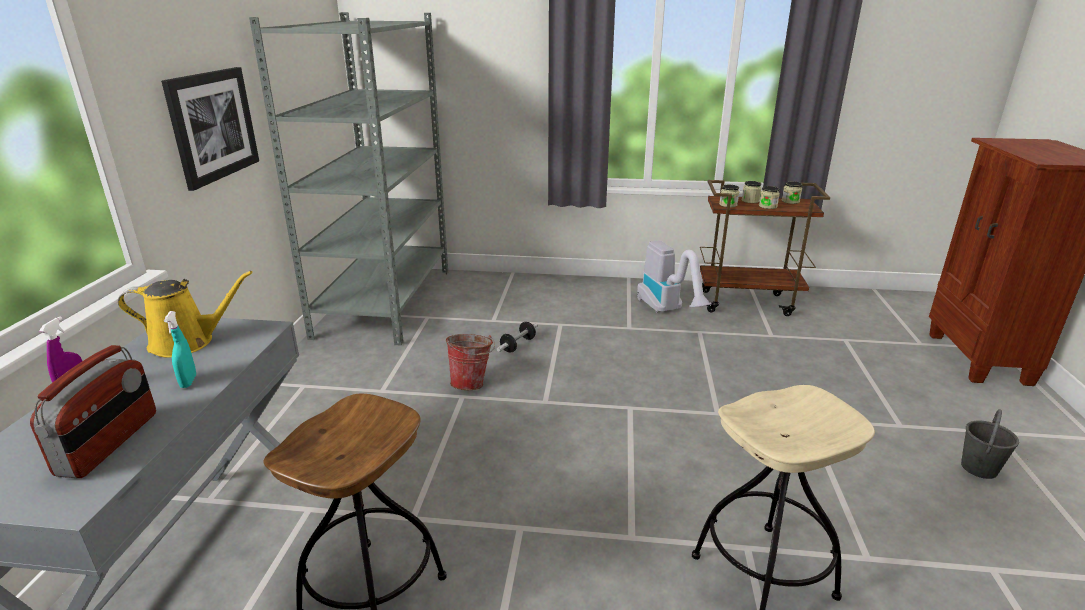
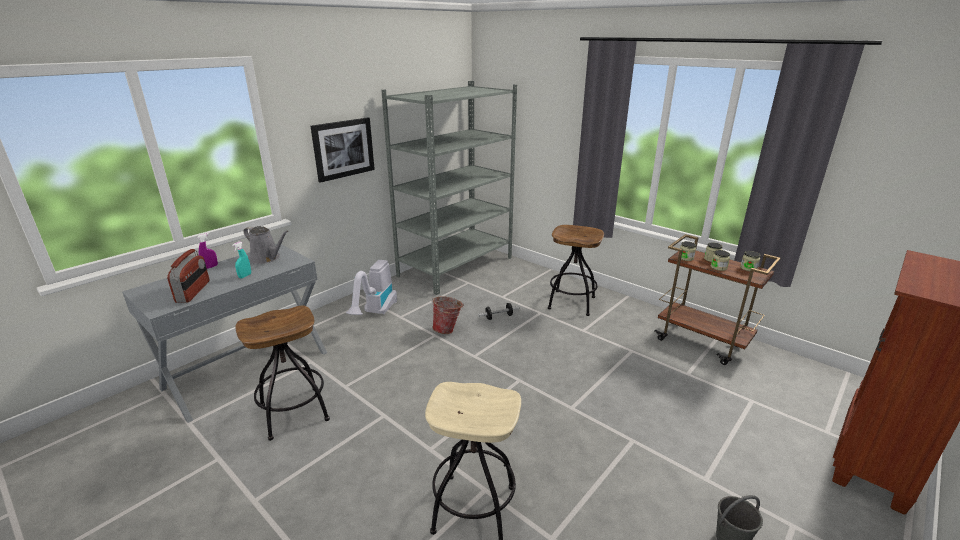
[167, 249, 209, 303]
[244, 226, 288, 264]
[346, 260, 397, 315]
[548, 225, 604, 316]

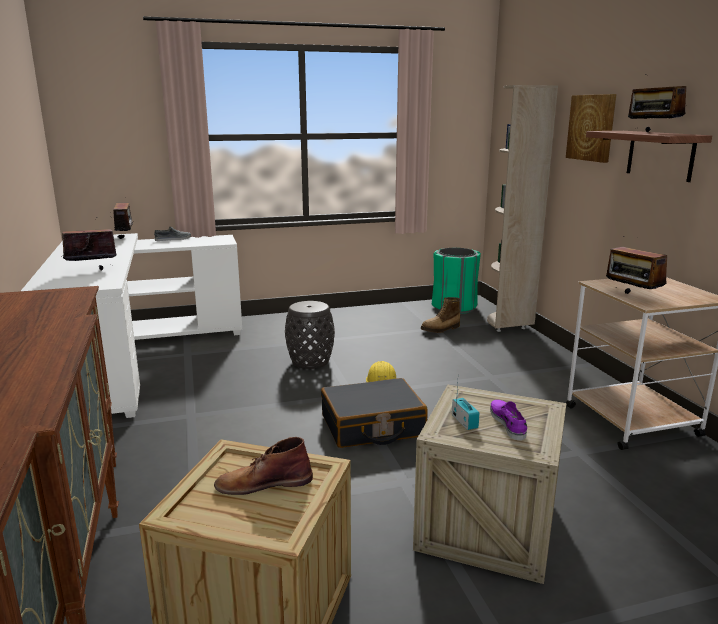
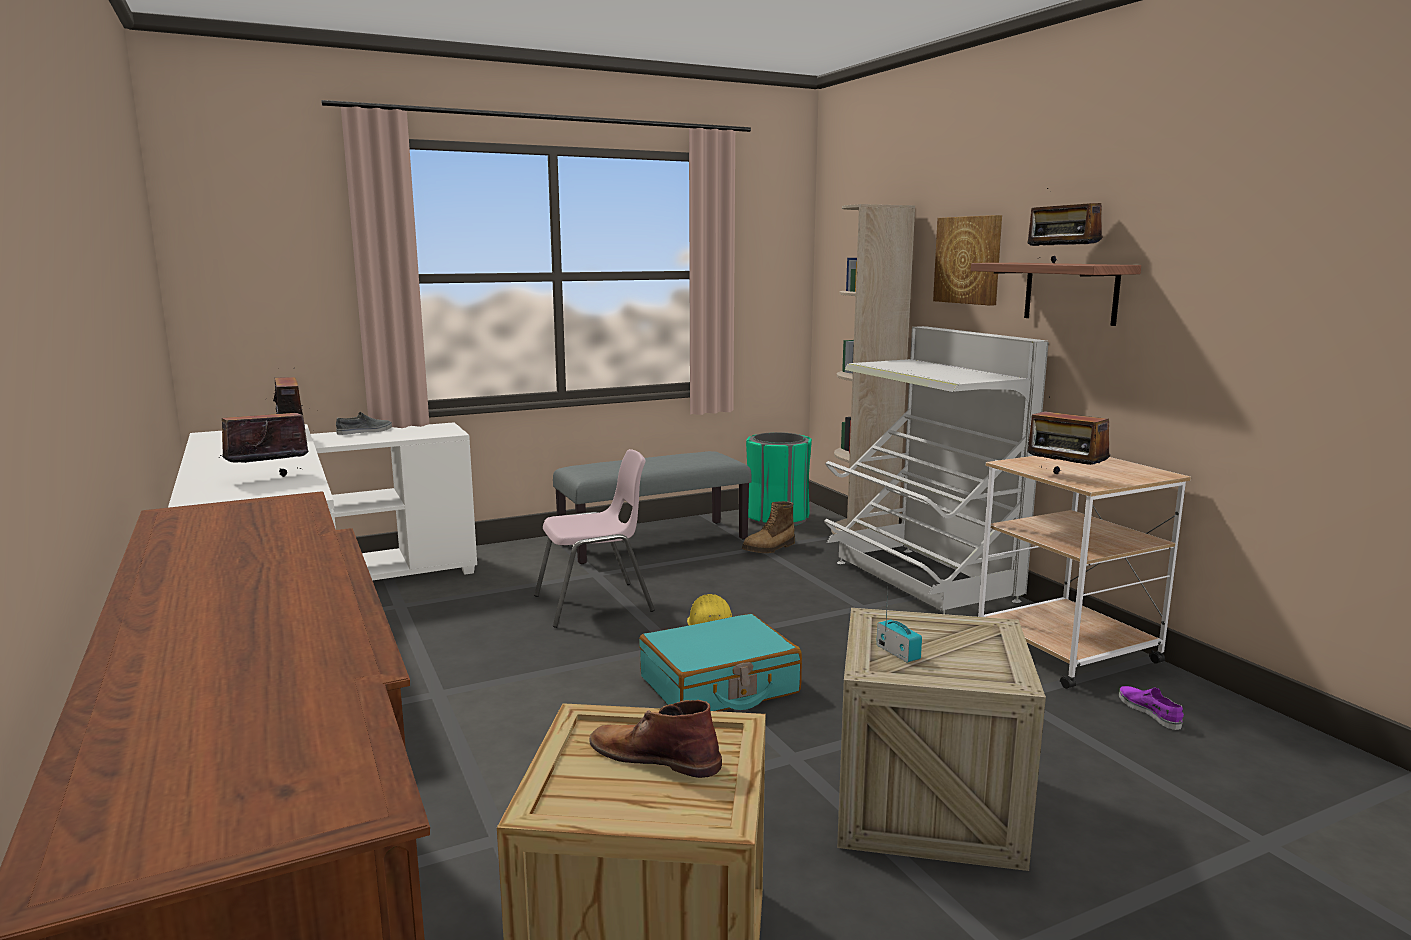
[589, 700, 722, 778]
[534, 449, 655, 628]
[639, 614, 802, 711]
[1119, 686, 1184, 730]
[553, 451, 752, 564]
[824, 326, 1049, 614]

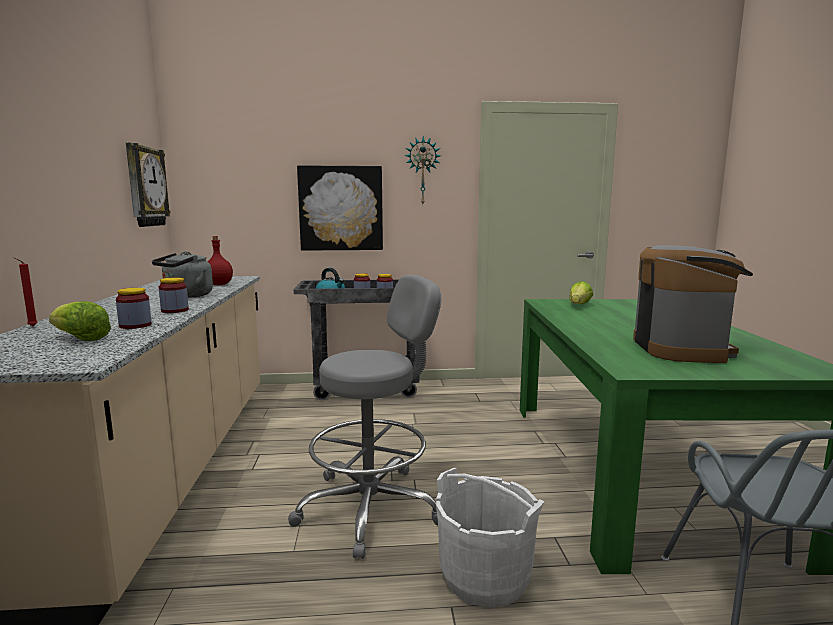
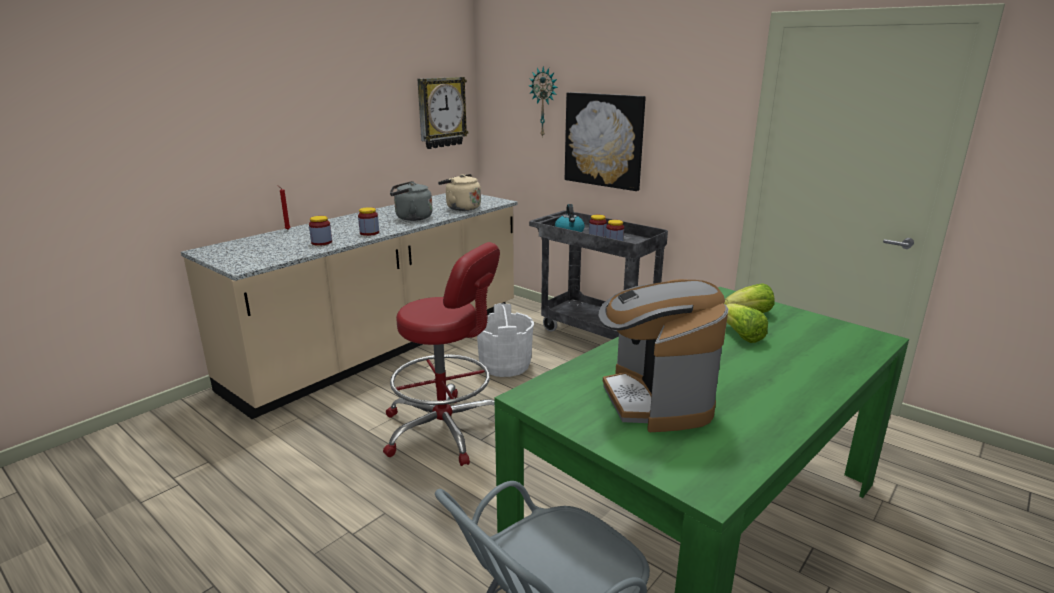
[726, 304, 768, 343]
[438, 174, 481, 211]
[383, 242, 500, 466]
[529, 66, 558, 138]
[477, 303, 534, 377]
[598, 279, 728, 432]

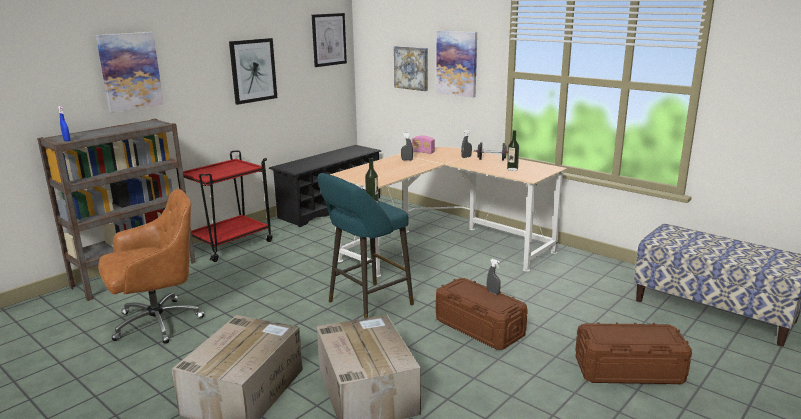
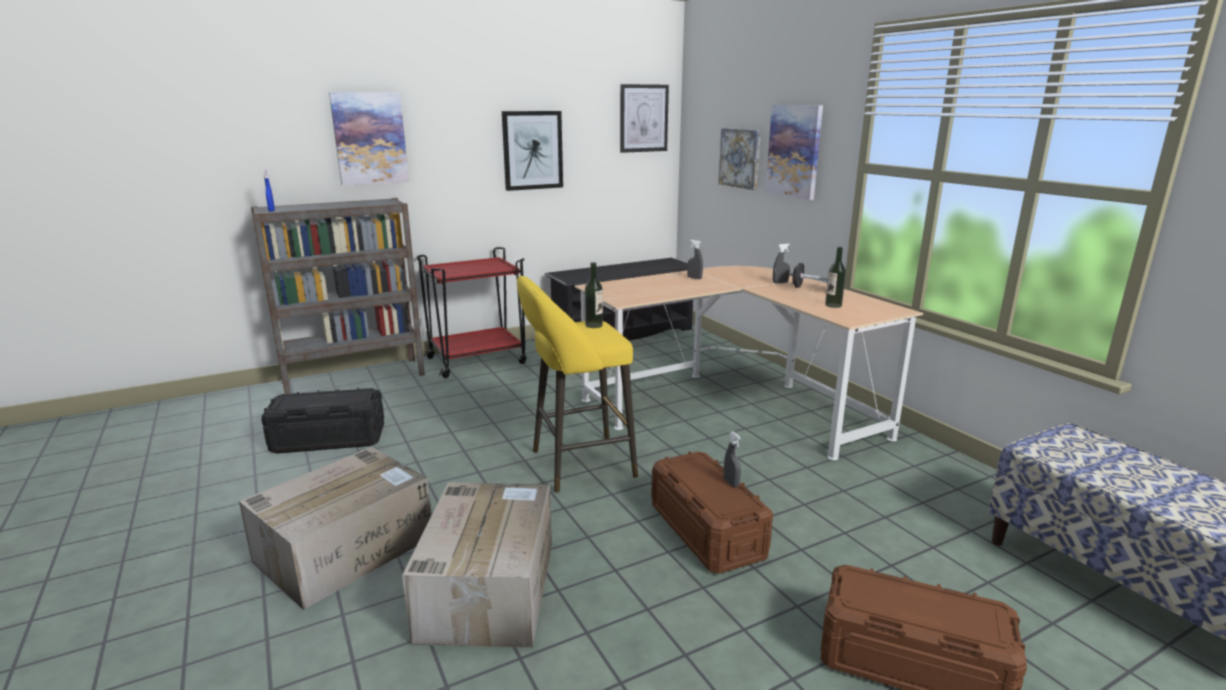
[261, 388, 384, 454]
[517, 276, 638, 493]
[412, 136, 435, 154] (first image)

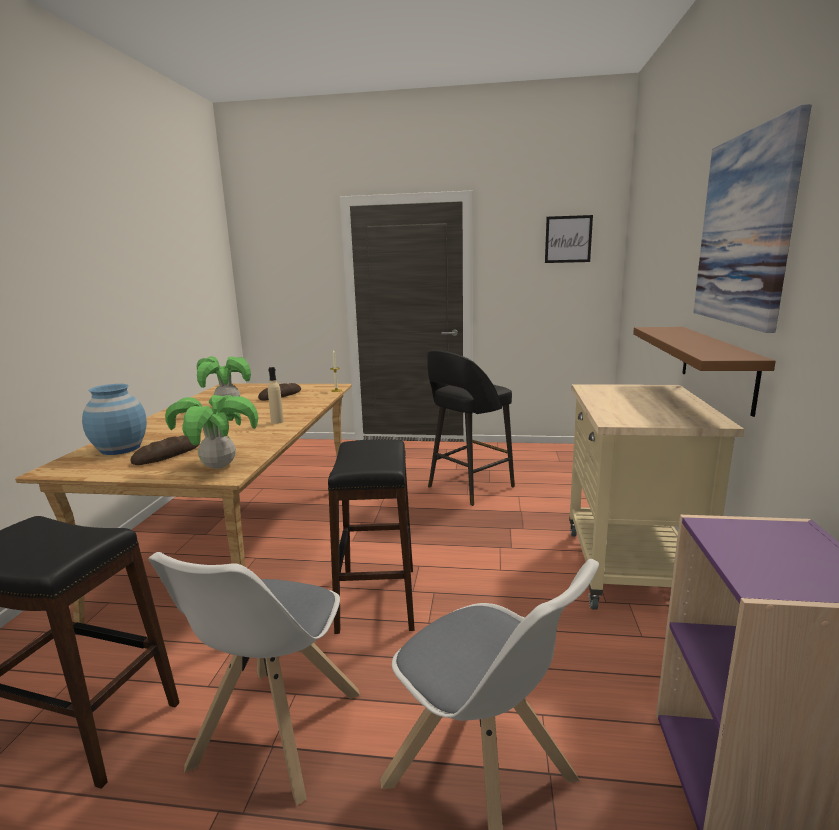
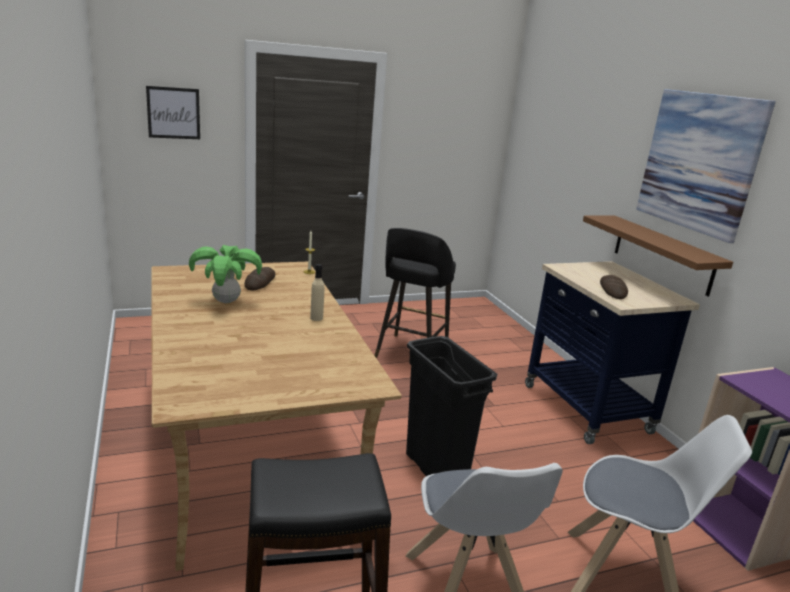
[82, 384, 147, 455] (first image)
[600, 275, 628, 299]
[165, 395, 258, 469] (first image)
[406, 336, 497, 476]
[146, 86, 200, 139]
[525, 261, 700, 444]

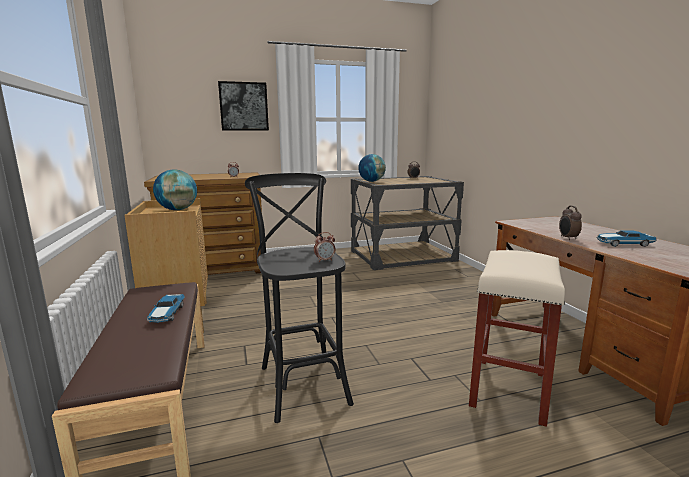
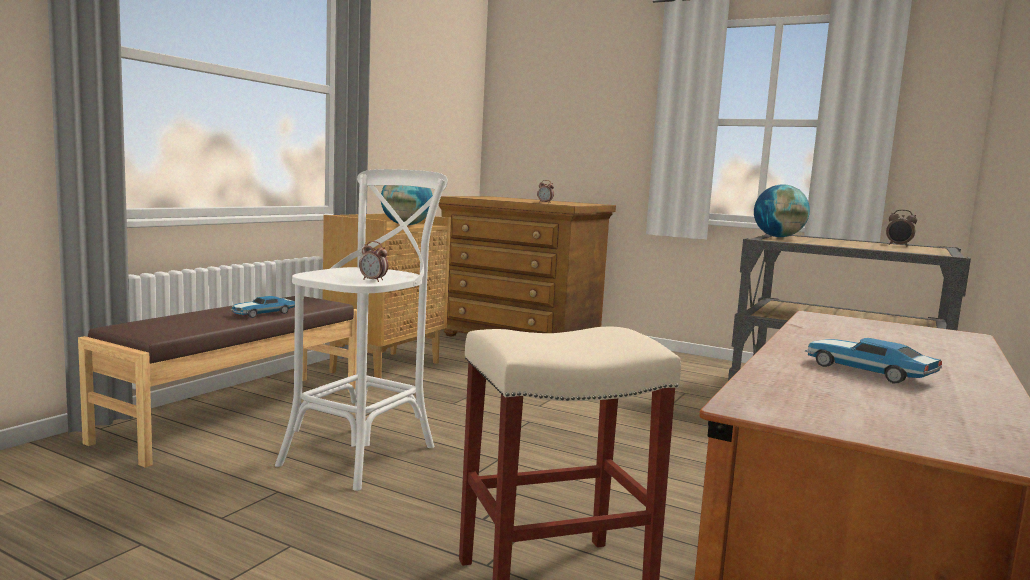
[218, 81, 269, 131] (first image)
[275, 169, 448, 491]
[559, 206, 582, 240] (first image)

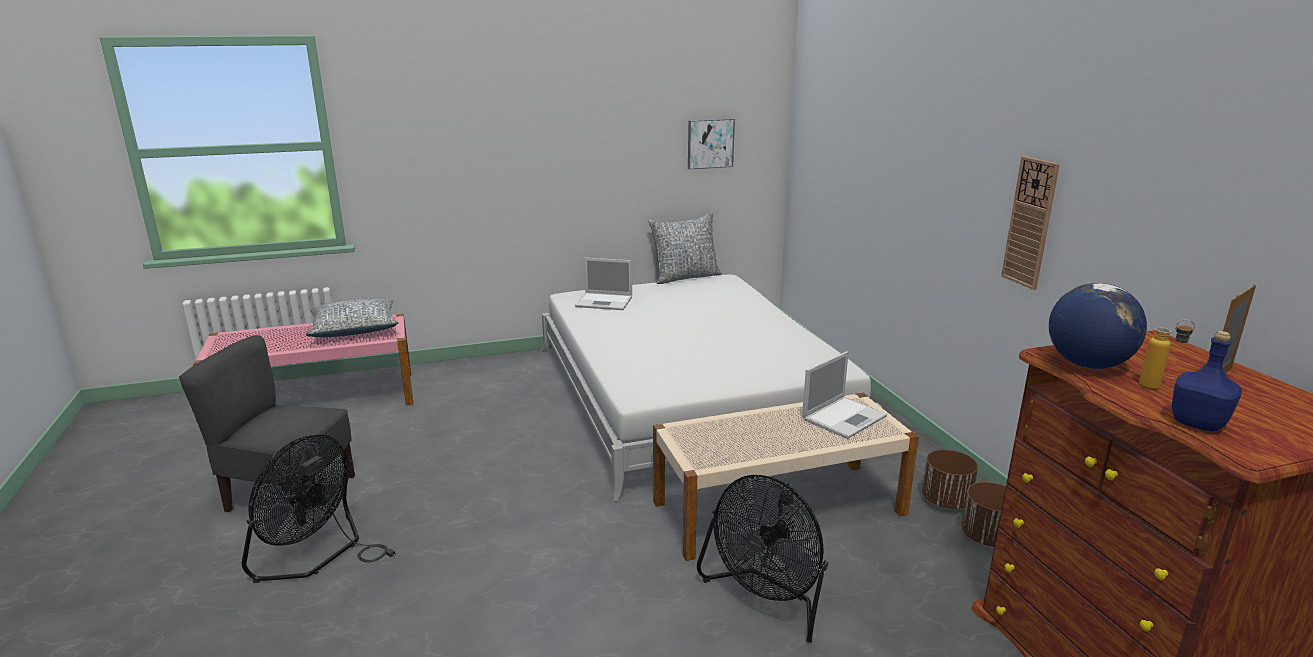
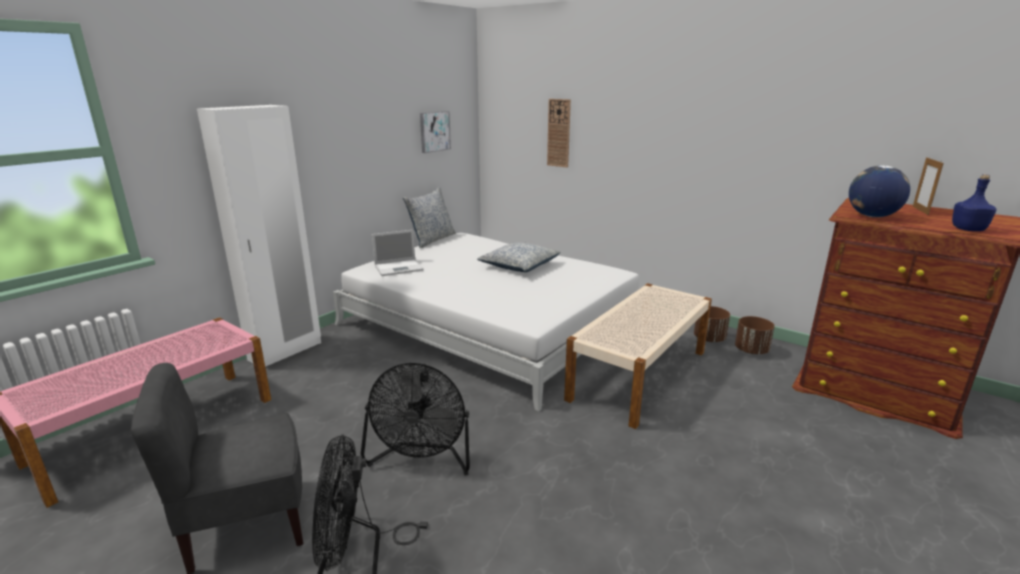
[477, 242, 560, 272]
[361, 363, 470, 475]
[802, 351, 887, 439] (first image)
[547, 99, 571, 168]
[1139, 319, 1195, 389] (first image)
[197, 105, 321, 367]

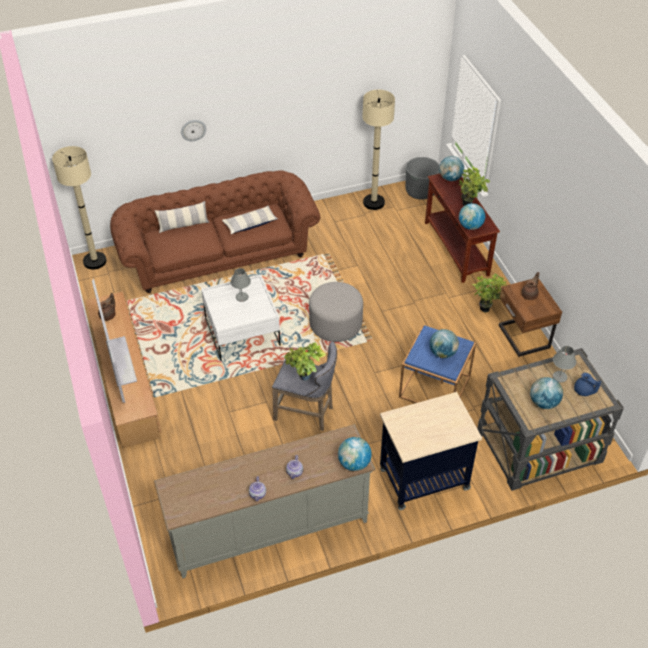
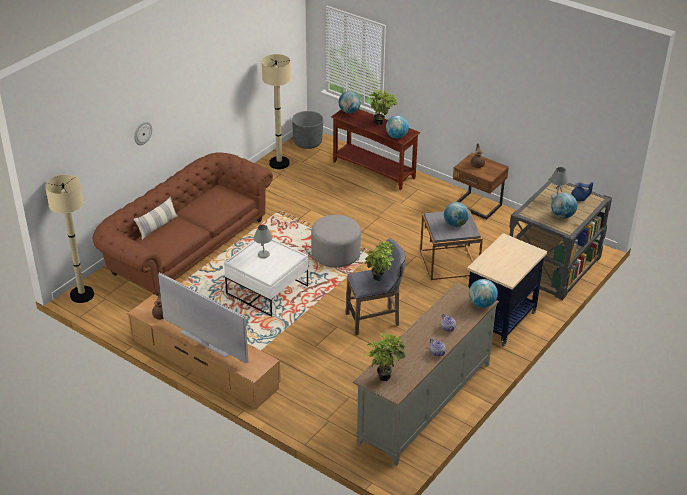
[222, 206, 278, 234] (first image)
[420, 209, 483, 280]
[364, 333, 406, 381]

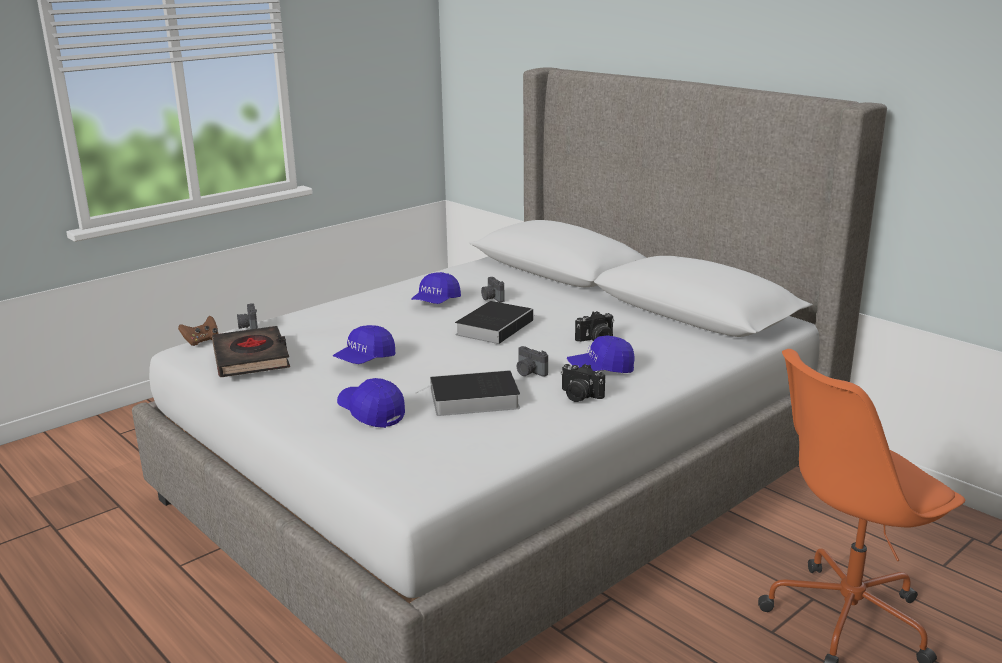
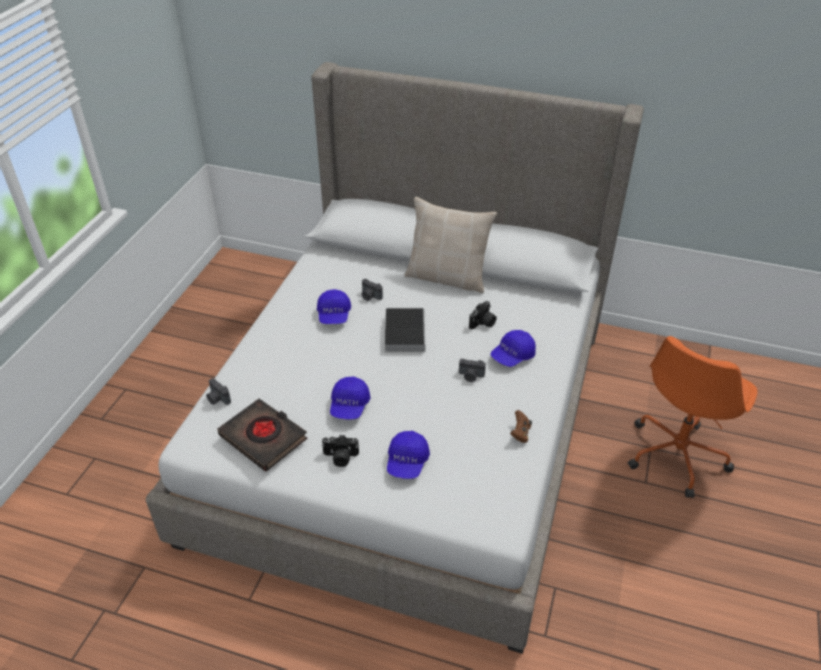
[510, 410, 532, 443]
[387, 431, 430, 479]
[415, 370, 520, 416] (first image)
[322, 435, 359, 467]
[405, 197, 497, 293]

